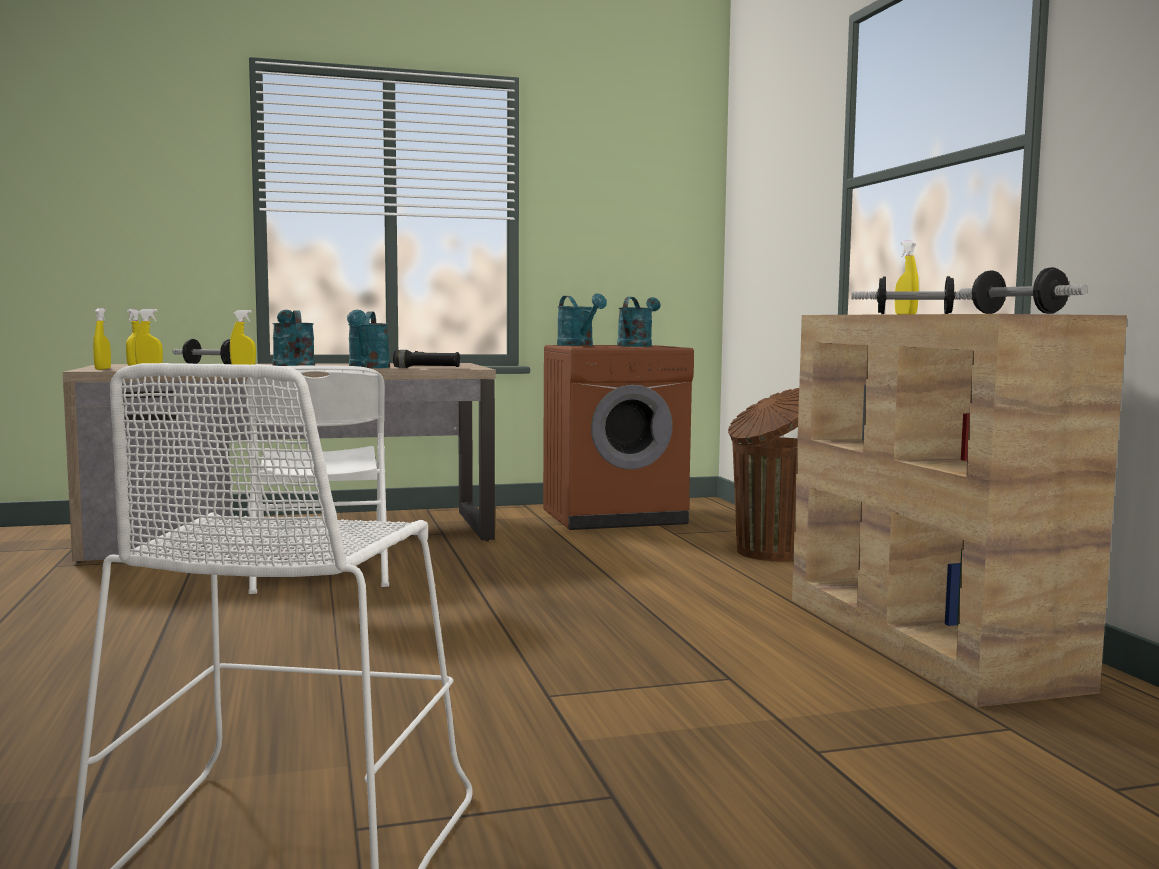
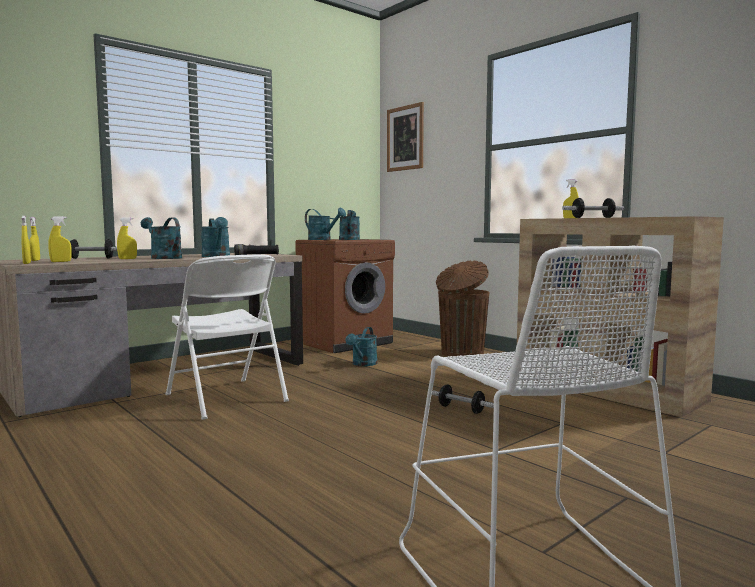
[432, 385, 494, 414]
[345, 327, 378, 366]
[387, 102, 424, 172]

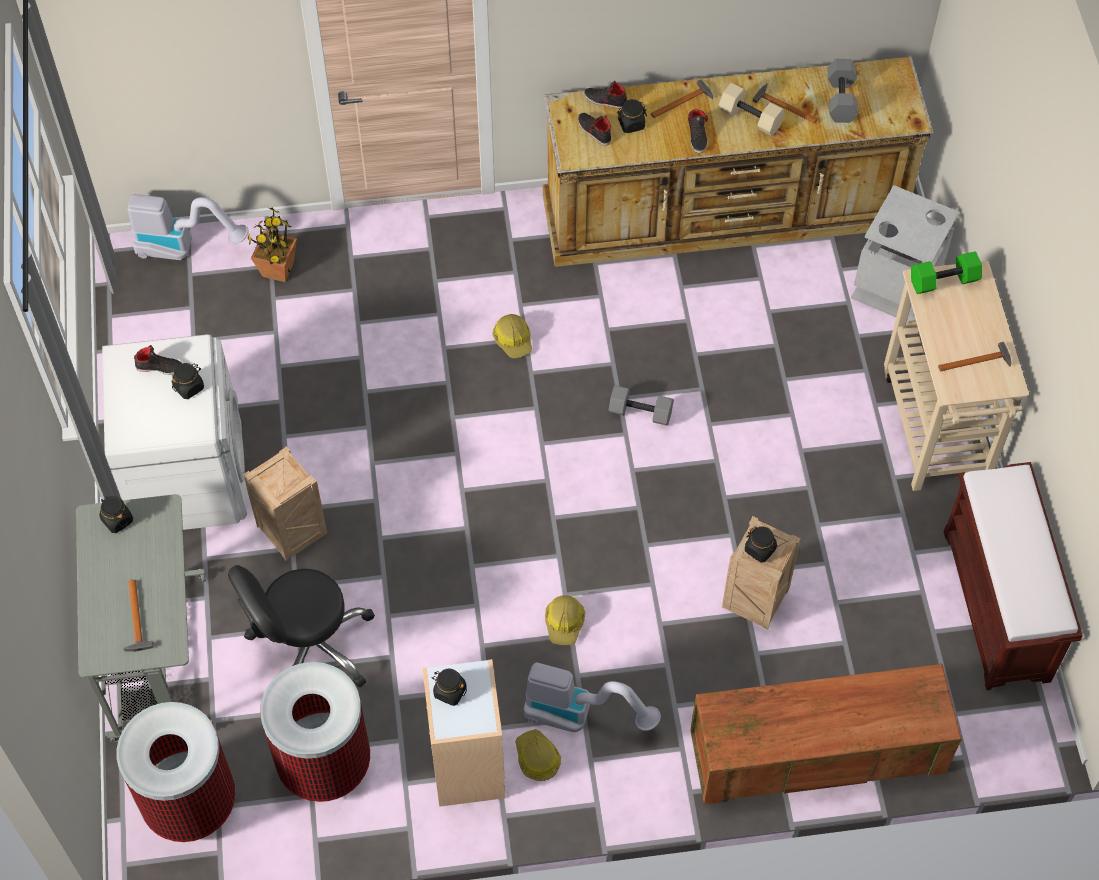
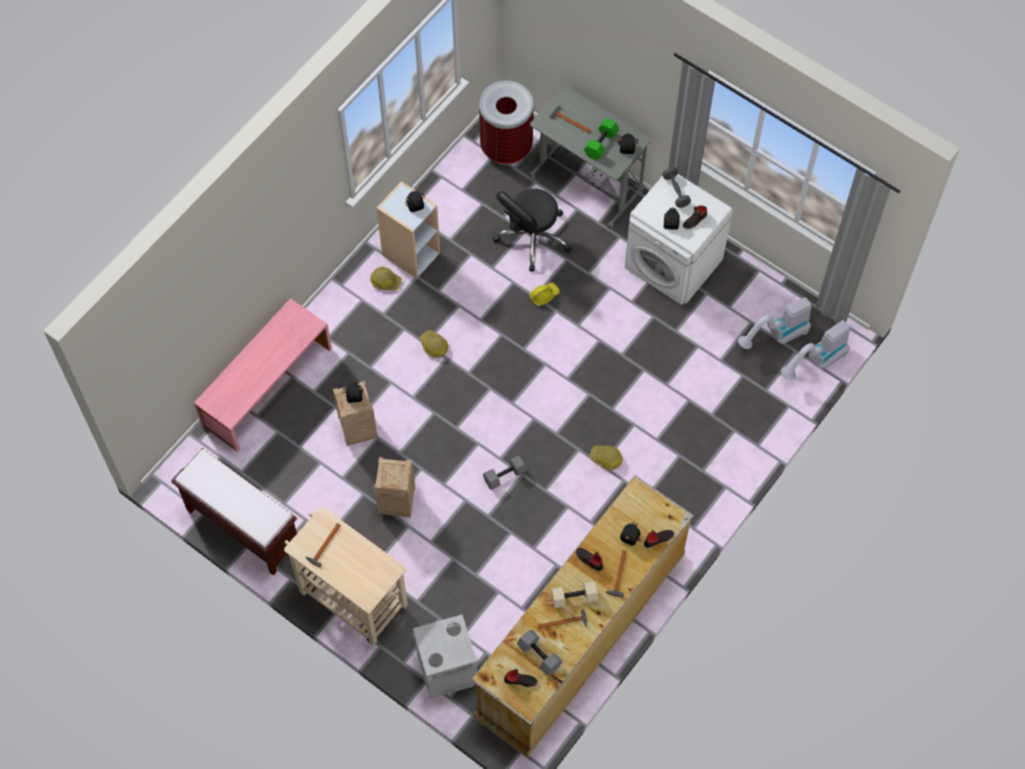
[493, 189, 572, 272]
[374, 457, 415, 517]
[248, 207, 297, 282] (first image)
[260, 662, 370, 802] (first image)
[738, 297, 811, 349]
[504, 669, 538, 687]
[194, 298, 332, 452]
[584, 118, 619, 160]
[529, 282, 560, 306]
[662, 167, 691, 208]

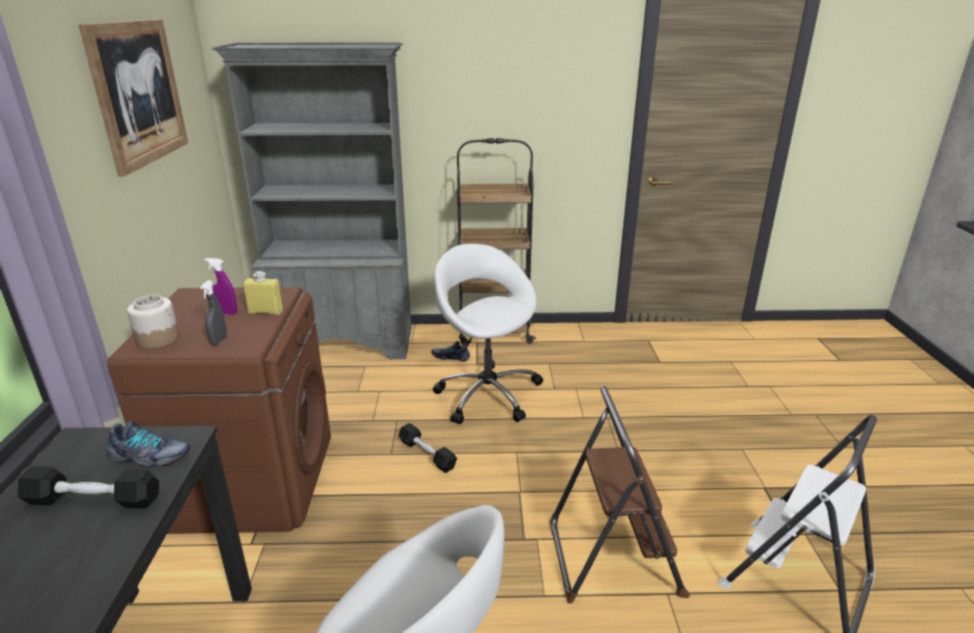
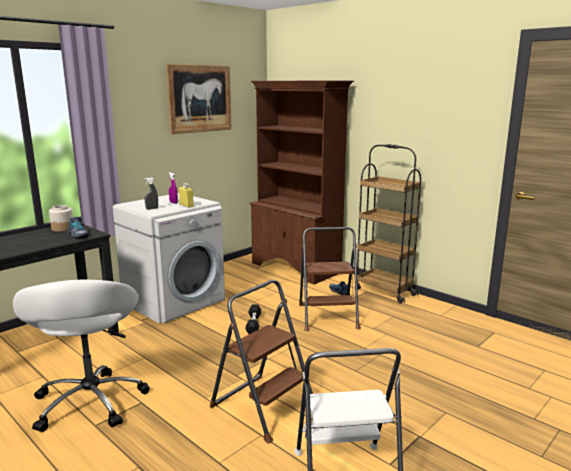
[18, 466, 159, 509] (first image)
[112, 193, 225, 323]
[49, 205, 73, 232]
[249, 80, 354, 284]
[299, 227, 361, 331]

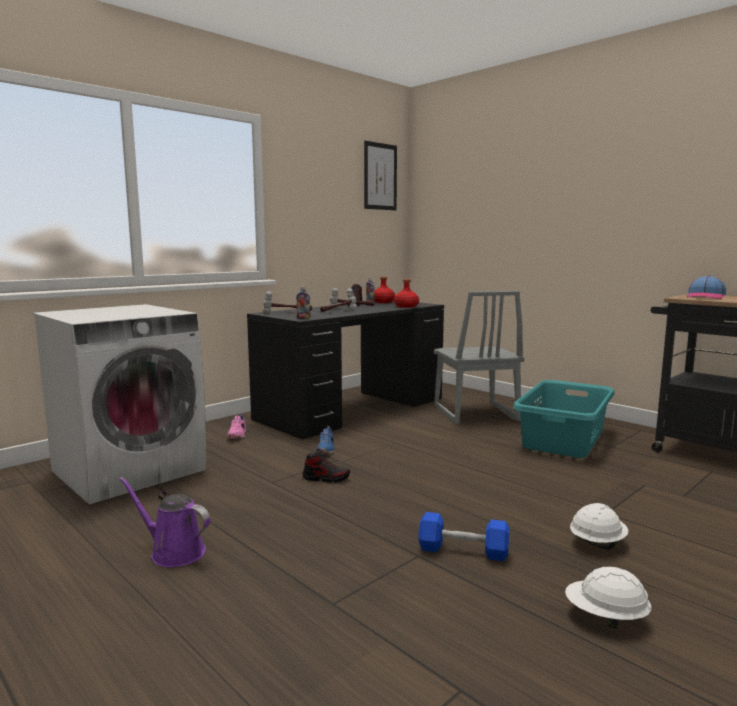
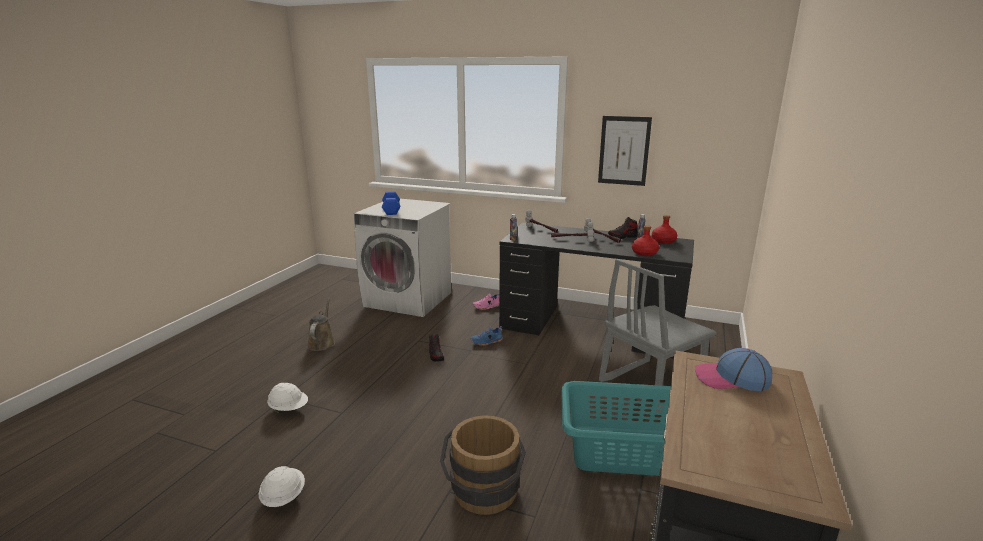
[307, 297, 335, 351]
[598, 116, 652, 186]
[382, 191, 400, 215]
[267, 383, 308, 414]
[440, 415, 526, 515]

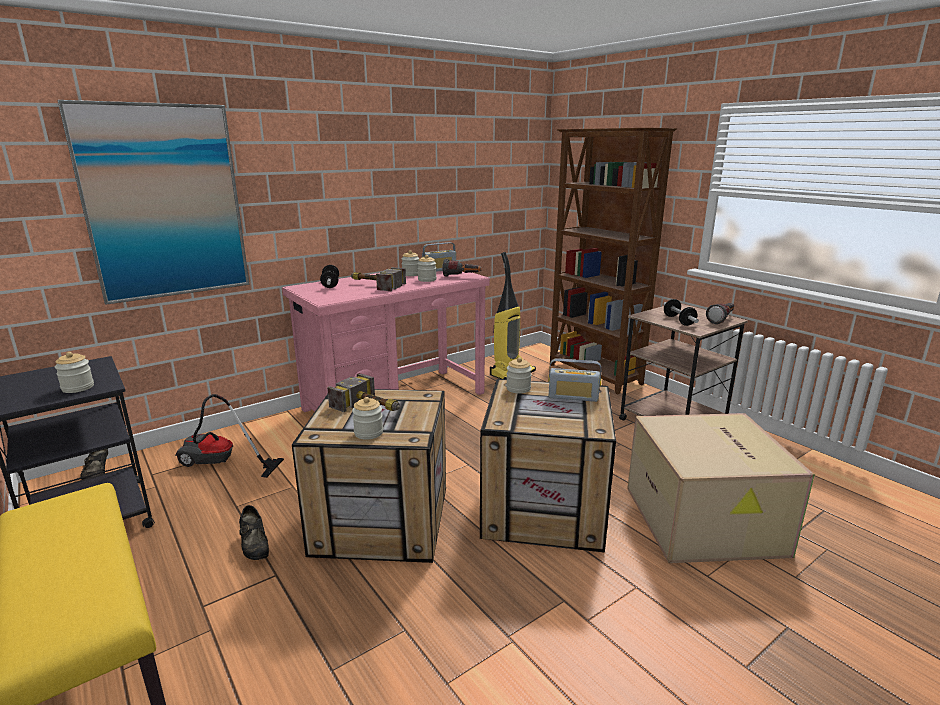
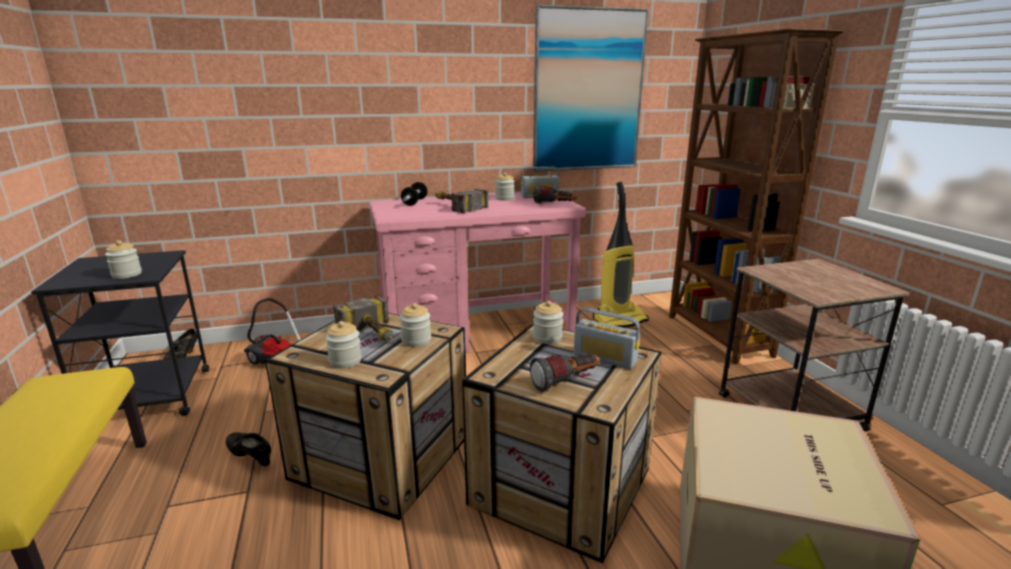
[533, 5, 649, 172]
[226, 432, 271, 466]
[400, 303, 431, 347]
[663, 299, 699, 326] (first image)
[530, 354, 600, 391]

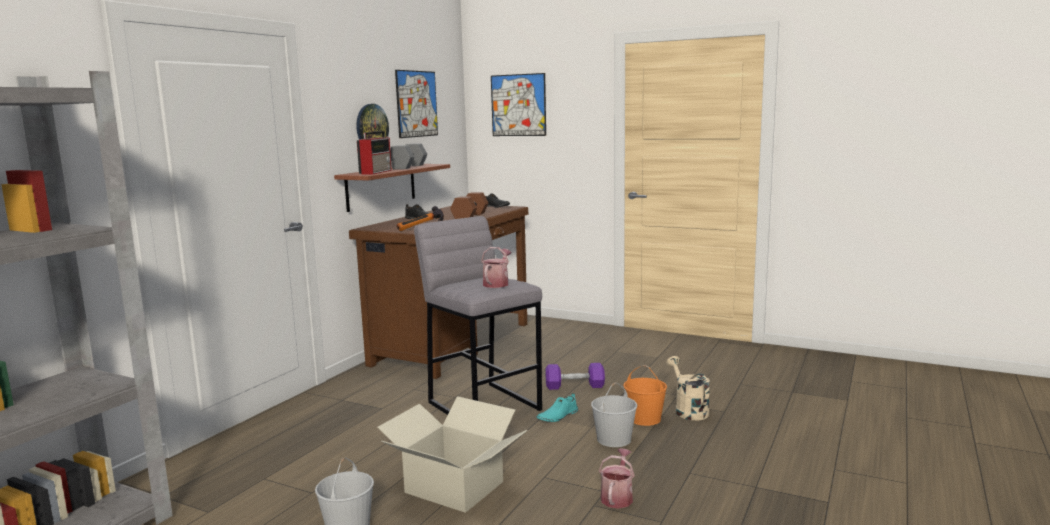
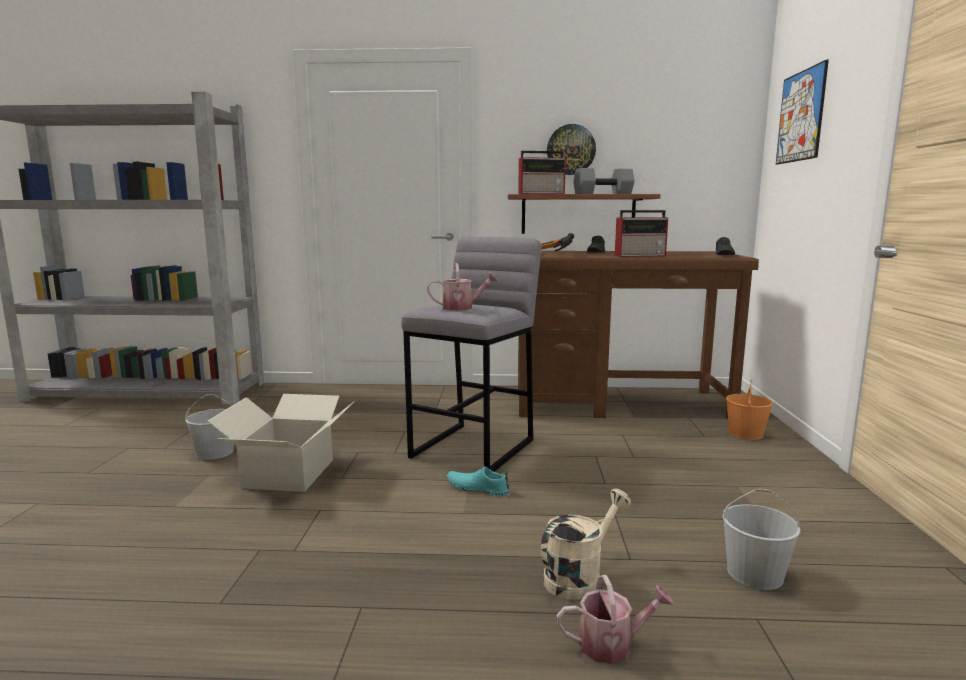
[395, 70, 438, 138] (first image)
[615, 210, 668, 257]
[545, 363, 605, 390] (first image)
[722, 489, 800, 590]
[557, 575, 674, 664]
[726, 379, 773, 440]

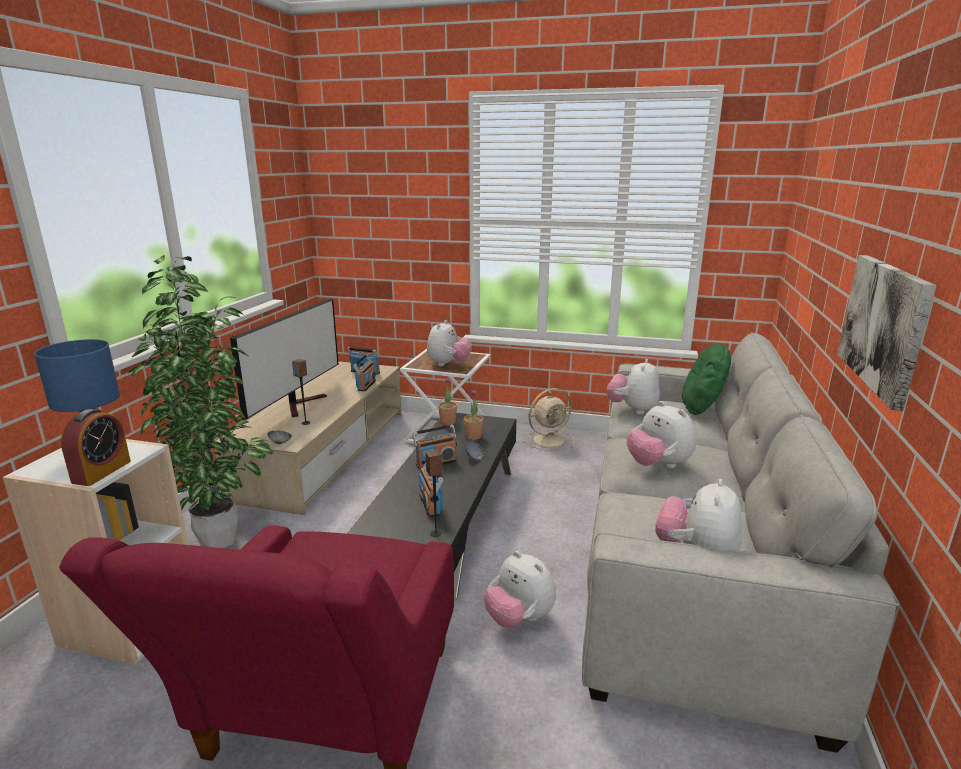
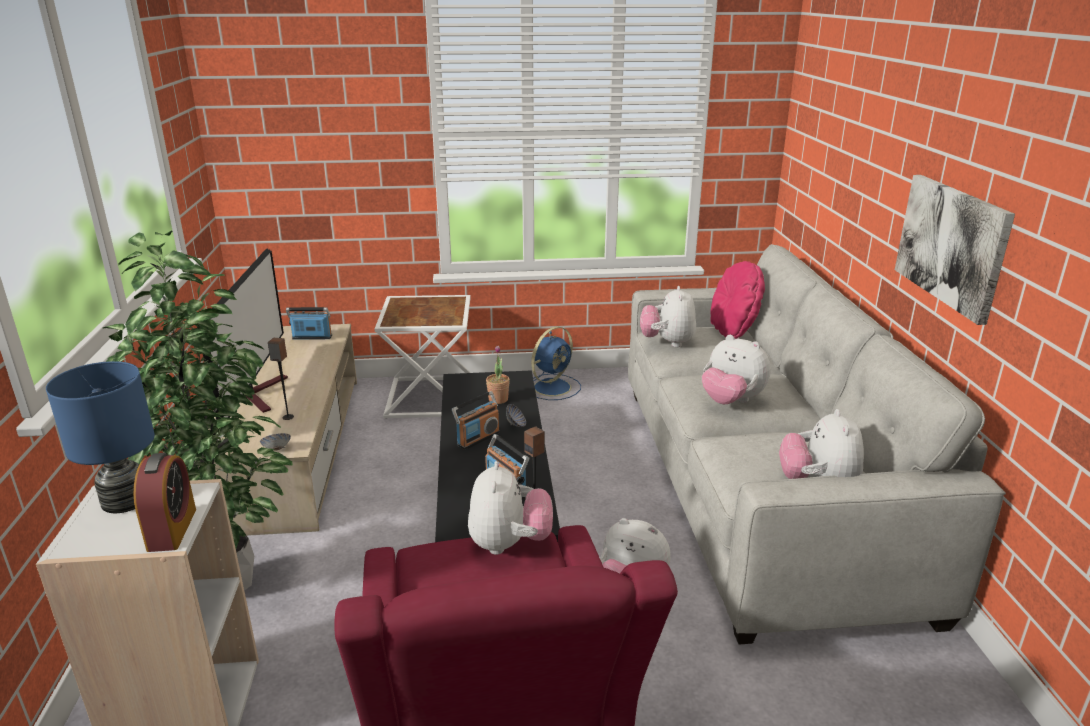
[353, 354, 376, 391] (first image)
[468, 461, 553, 555]
[438, 378, 457, 425] (first image)
[531, 326, 581, 400]
[710, 261, 765, 339]

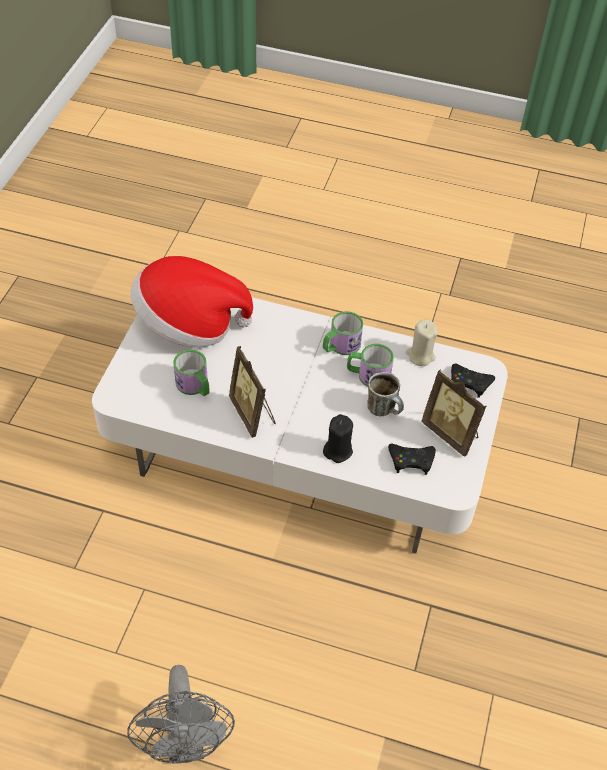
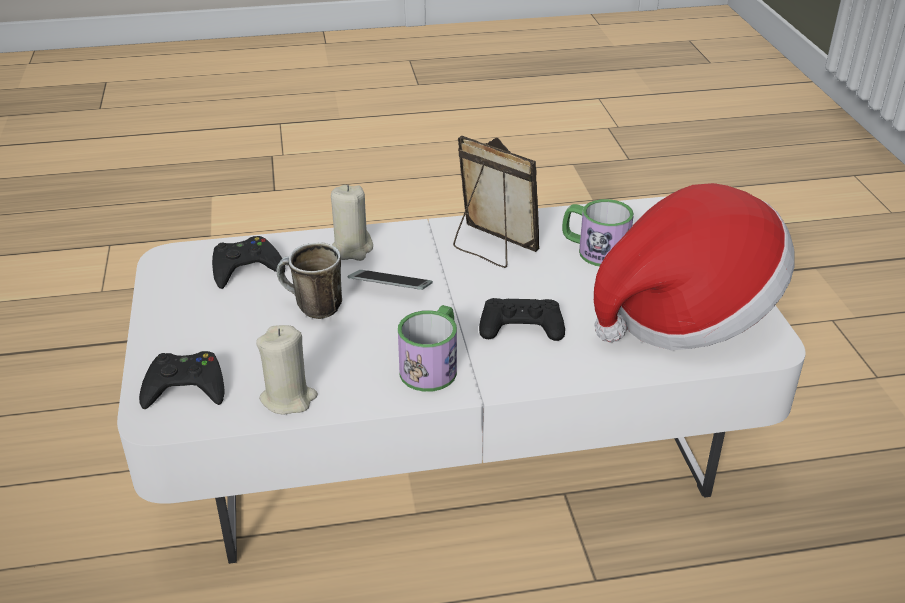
[127, 665, 235, 764] (first image)
[331, 185, 373, 261]
[347, 344, 394, 387] (first image)
[421, 369, 487, 457] (first image)
[348, 270, 433, 290]
[479, 298, 565, 341]

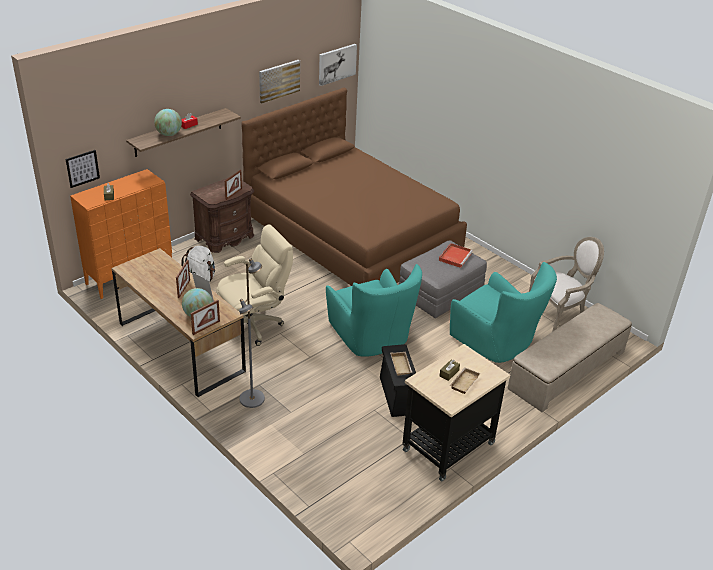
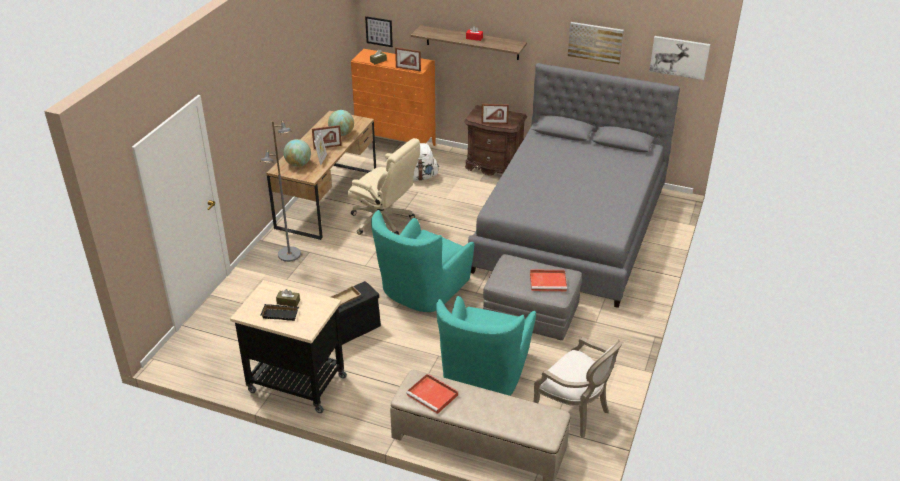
[328, 110, 354, 136]
[395, 47, 421, 72]
[468, 63, 680, 308]
[260, 304, 299, 321]
[406, 373, 458, 414]

